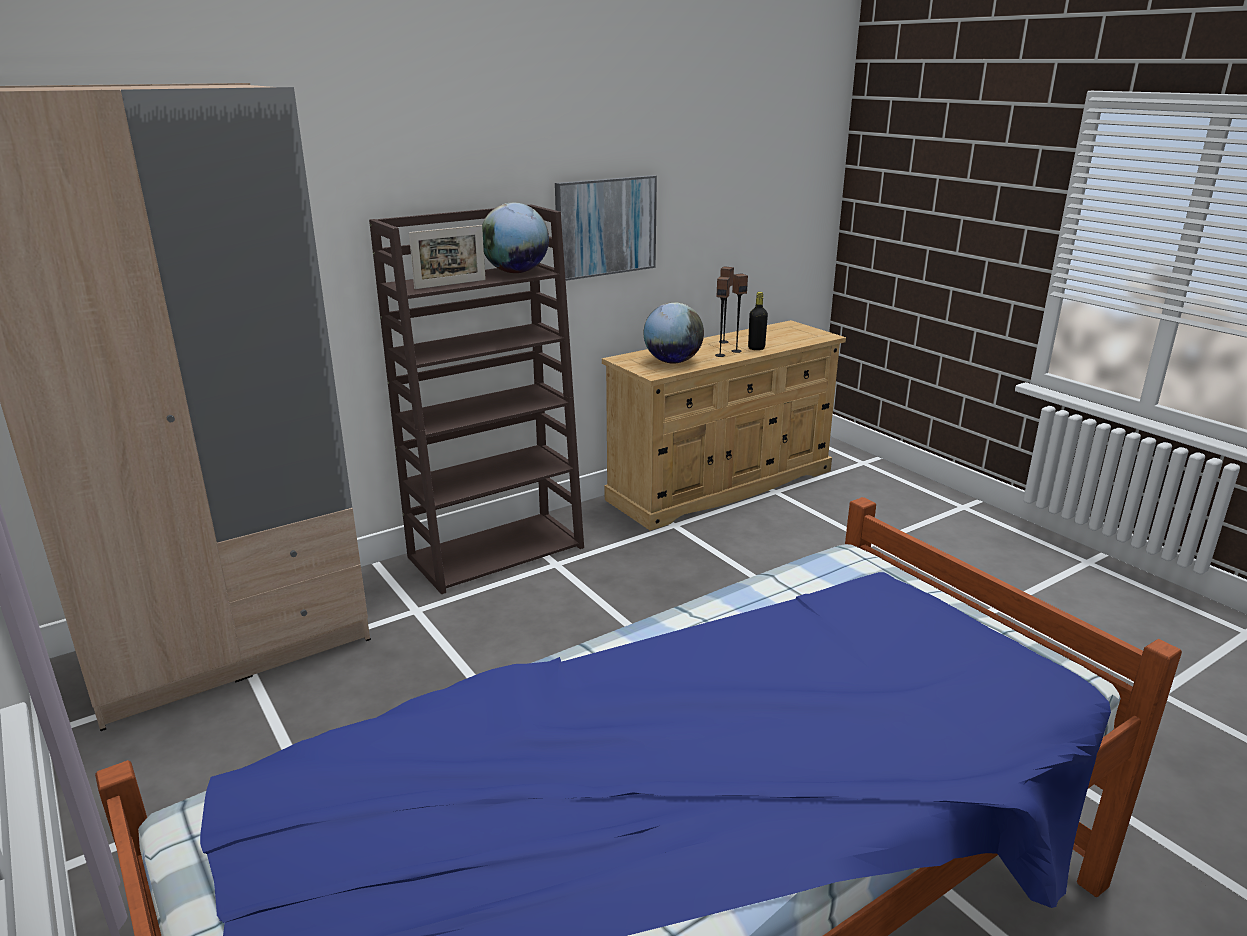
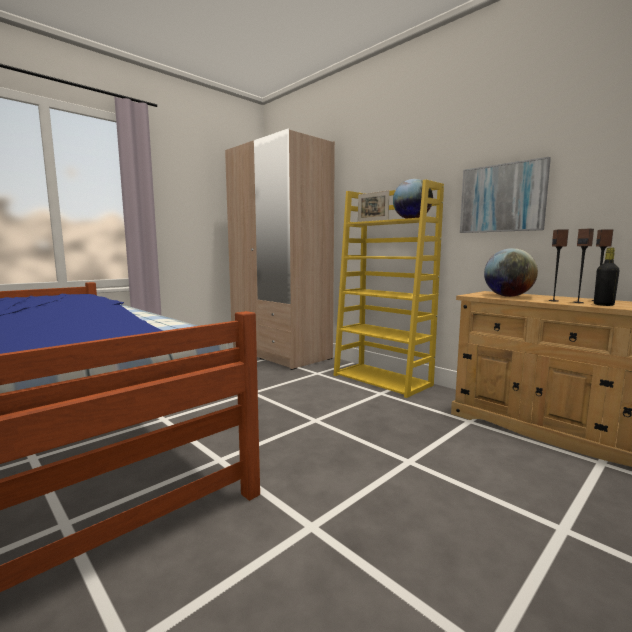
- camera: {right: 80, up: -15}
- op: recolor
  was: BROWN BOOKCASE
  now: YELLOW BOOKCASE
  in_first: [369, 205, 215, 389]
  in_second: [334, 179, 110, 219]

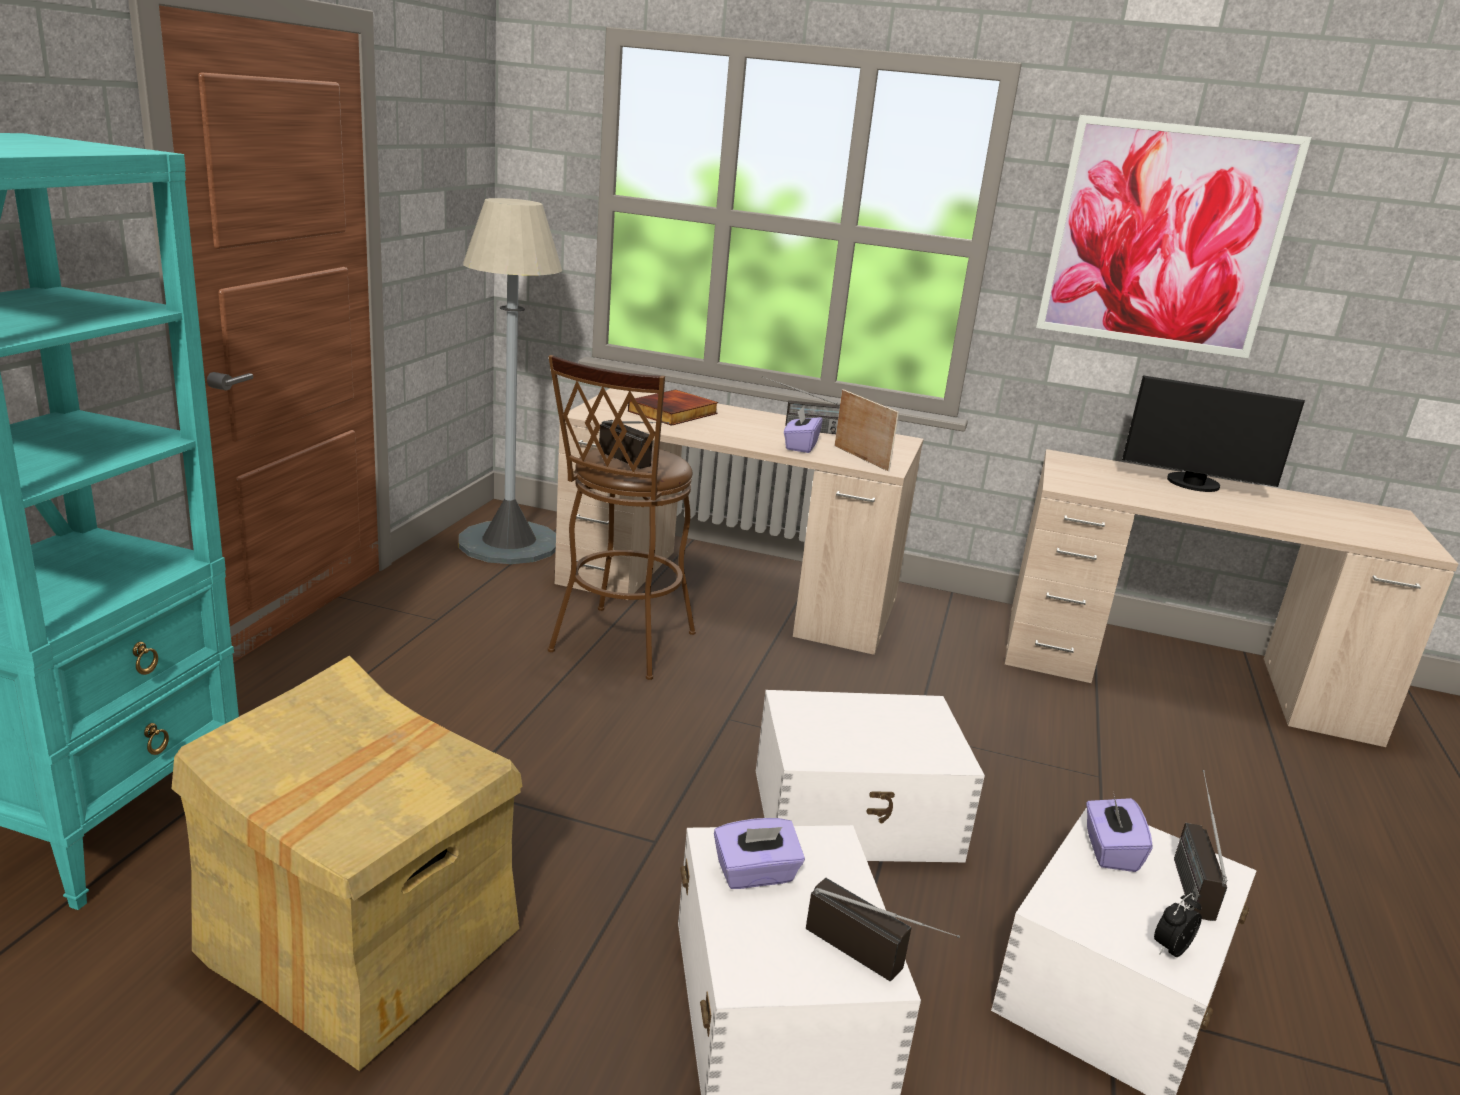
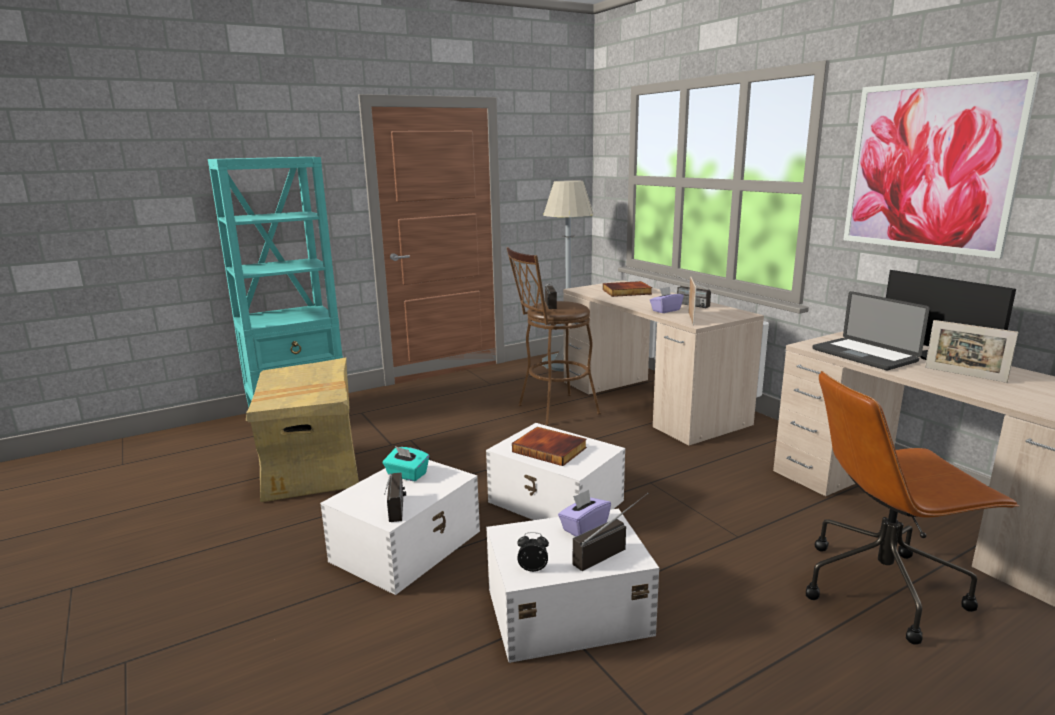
- camera: {right: 45, up: -5}
- op: recolor
  was: PURPLE TISSUE BOX
  now: TURQUOISE TISSUE BOX
  in_first: [714, 818, 91, 71]
  in_second: [383, 446, 46, 35]
- op: insert
  now: BOOK
  in_second: [512, 427, 75, 39]
- op: insert
  now: BROWN OFFICE CHAIR
  in_second: [806, 371, 214, 274]
- op: insert
  now: LAPTOP
  in_second: [813, 291, 117, 79]
- op: insert
  now: PICTURE FRAME
  in_second: [925, 320, 94, 63]

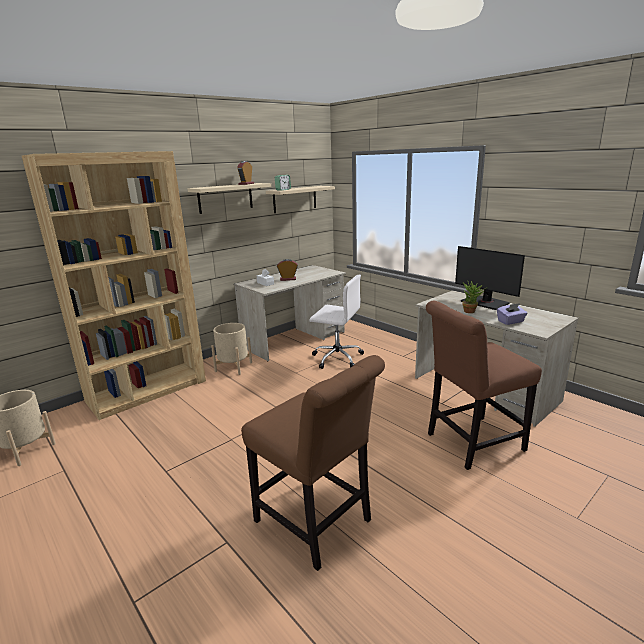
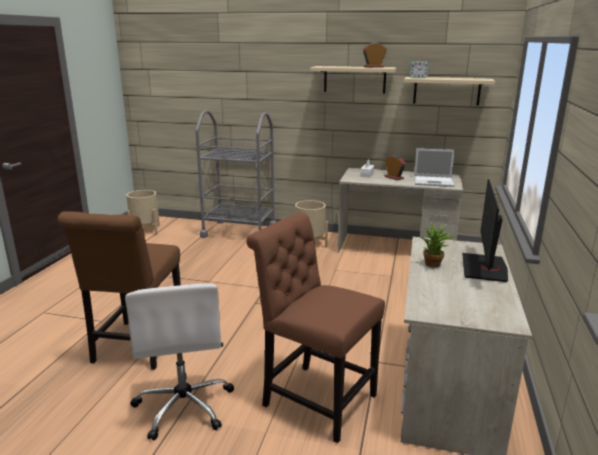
- camera: {right: 55, up: 0}
- op: replace
  was: BROWN BOOKCASE
  now: GREY CART
  in_first: [22, 151, 184, 269]
  in_second: [196, 110, 80, 128]
- op: move
  was: WHITE OFFICE CHAIR
  in_first: [309, 275, 55, 94]
  in_second: [125, 283, 109, 157]
- op: delete
  was: PURPLE TISSUE BOX
  in_first: [497, 303, 31, 22]
- op: insert
  now: LAPTOP
  in_second: [414, 148, 41, 39]

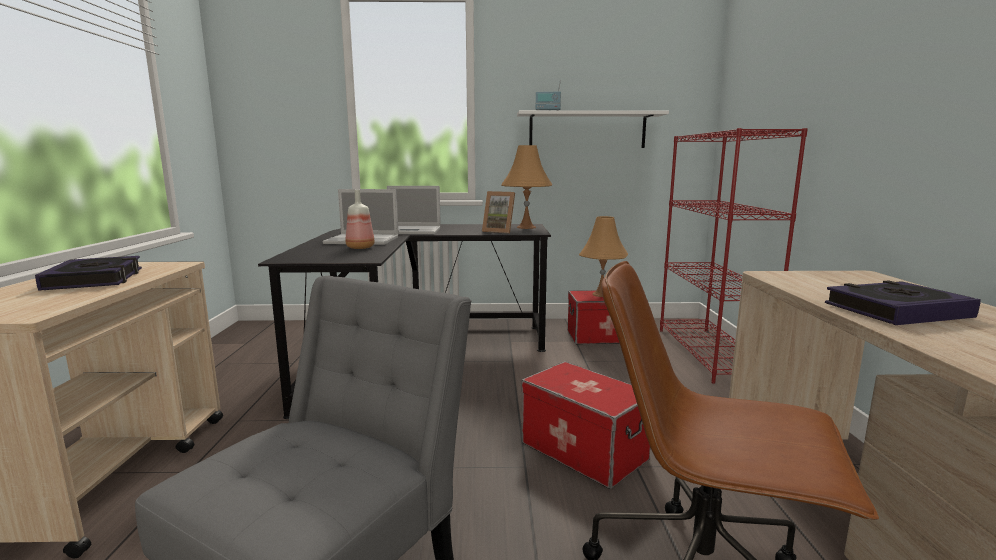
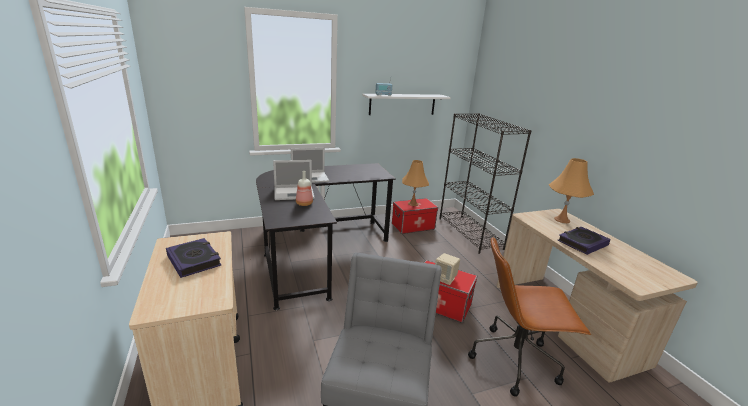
- camera: {right: -20, up: 10}
- op: delete
  was: PICTURE FRAME
  in_first: [482, 191, 33, 43]
- op: move
  was: ORANGE TABLE LAMP
  in_first: [501, 145, 51, 84]
  in_second: [549, 158, 45, 65]
- op: recolor
  was: RED BOOKCASE
  now: BLACK BOOKCASE
  in_first: [660, 128, 148, 256]
  in_second: [440, 113, 92, 141]
- op: insert
  now: BEIGE SPEAKER
  in_second: [435, 253, 25, 32]

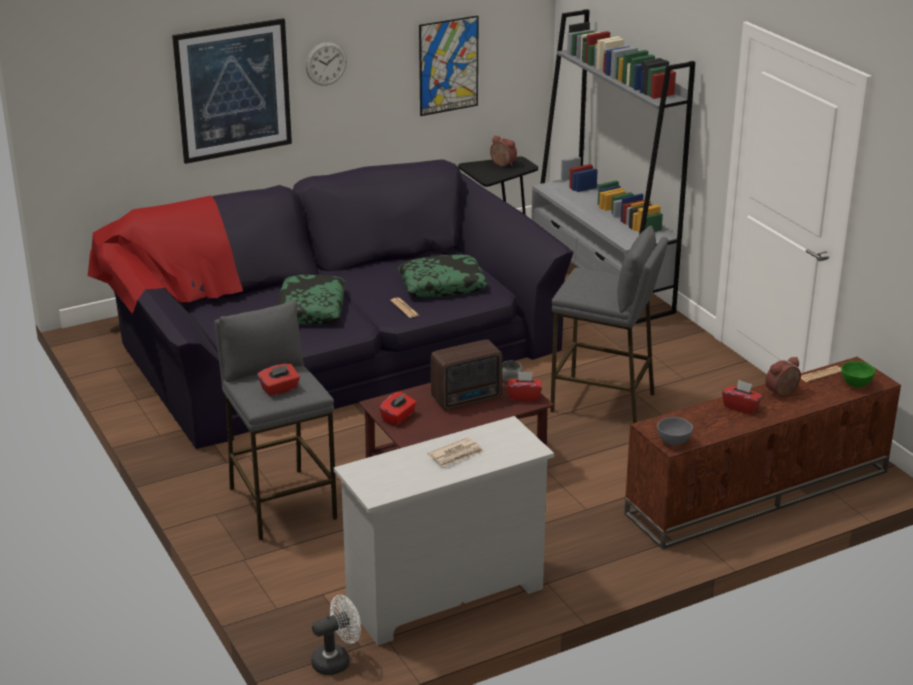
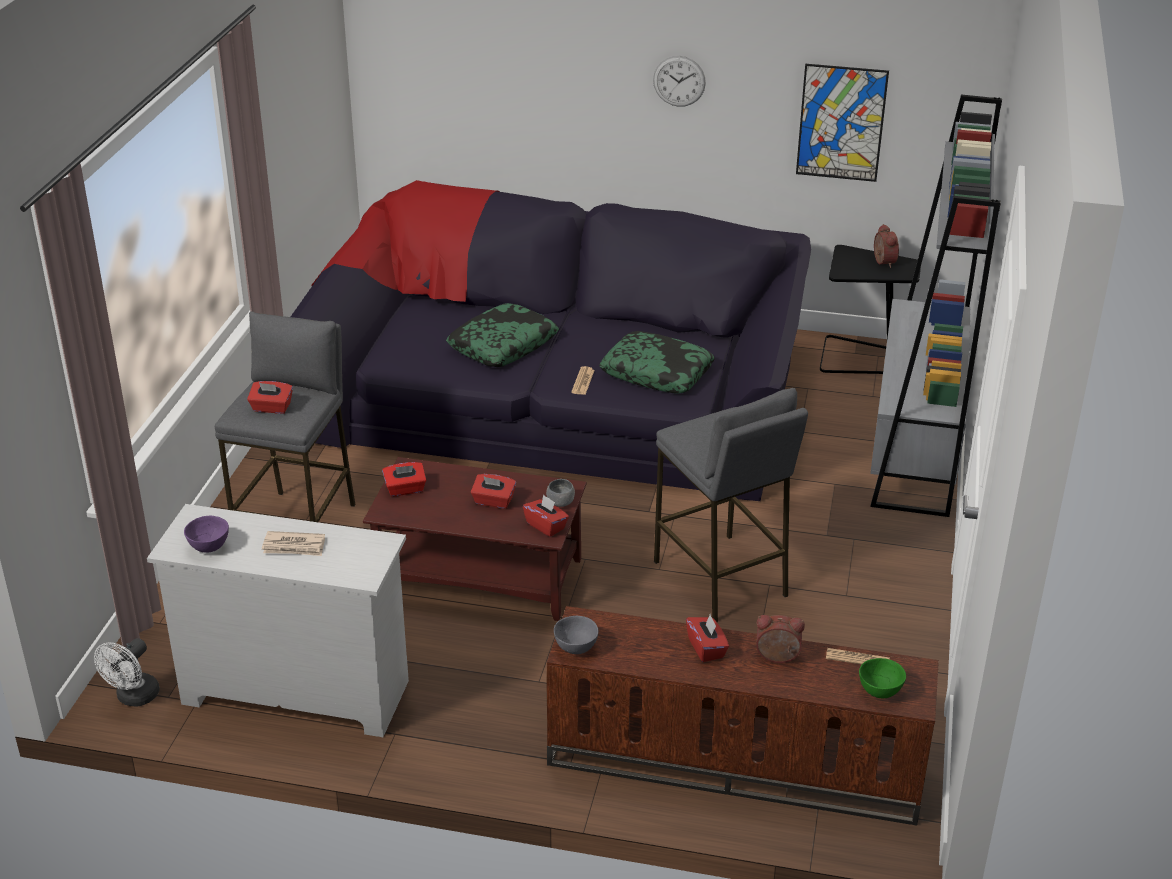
- camera: {right: 40, up: 5}
- op: delete
  was: PICTURE
  in_first: [172, 18, 120, 146]
- op: rotate
  was: WHITE FAN
  in_first: [311, 595, 50, 80]
  in_second: [94, 638, 65, 69]
  clockwise: 105
- op: replace
  was: RADIO
  now: RED TISSUE BOX
  in_first: [431, 339, 71, 71]
  in_second: [471, 474, 45, 35]
- op: insert
  now: PURPLE BOWL
  in_second: [184, 516, 45, 36]

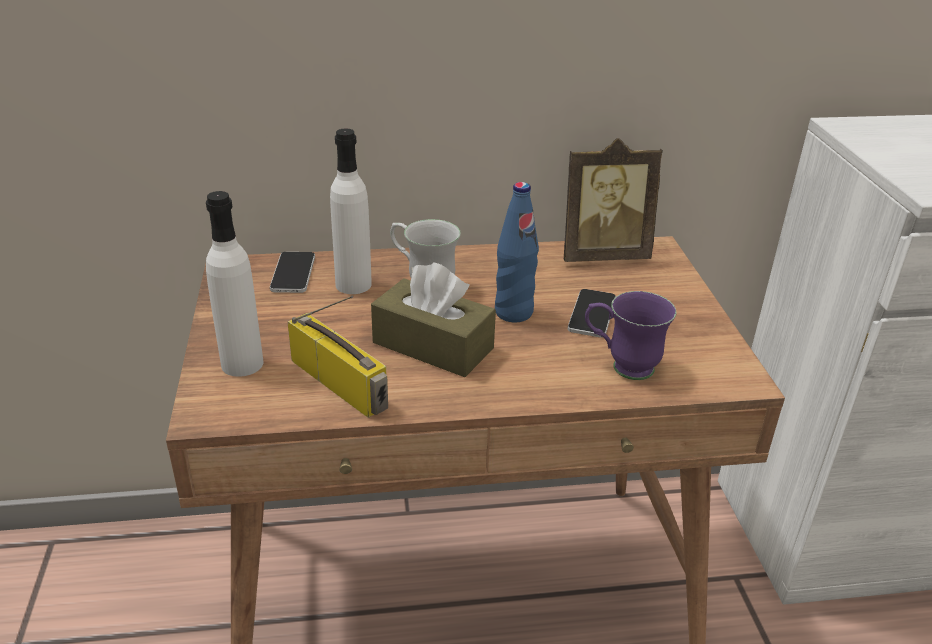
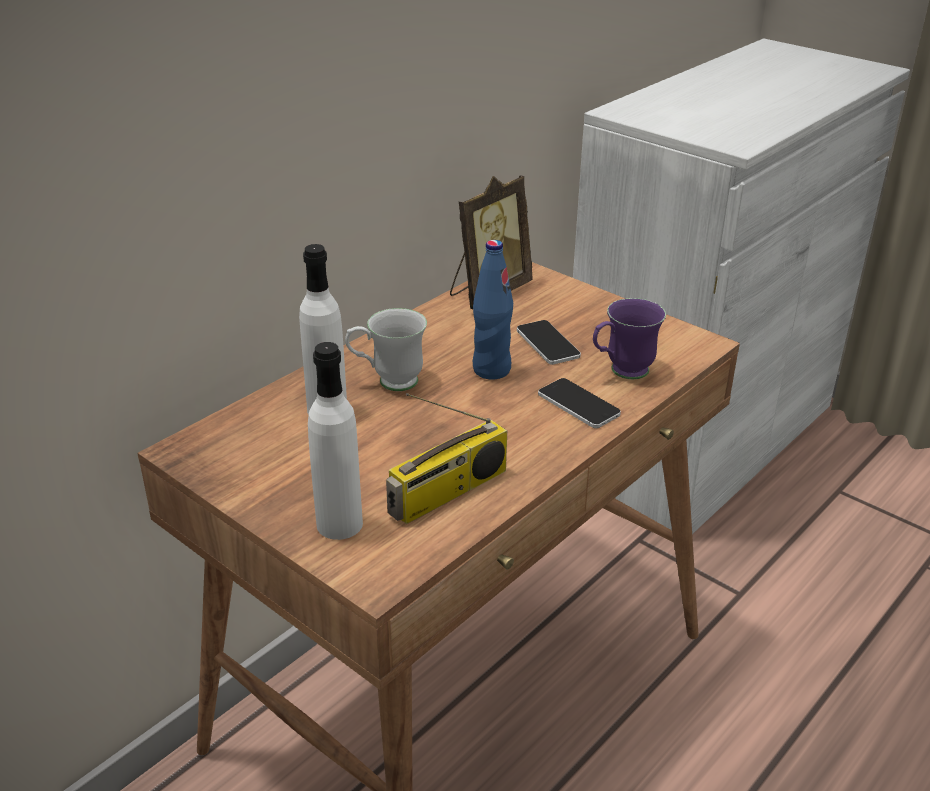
- camera: {right: -40, up: 0}
- op: move
  was: PHONE
  in_first: [270, 252, 45, 41]
  in_second: [538, 378, 83, 50]
- op: rotate
  was: RADIO
  in_first: [288, 296, 100, 122]
  in_second: [386, 393, 121, 131]
  clockwise: 135
- op: delete
  was: BROWN TISSUE BOX
  in_first: [371, 263, 125, 114]

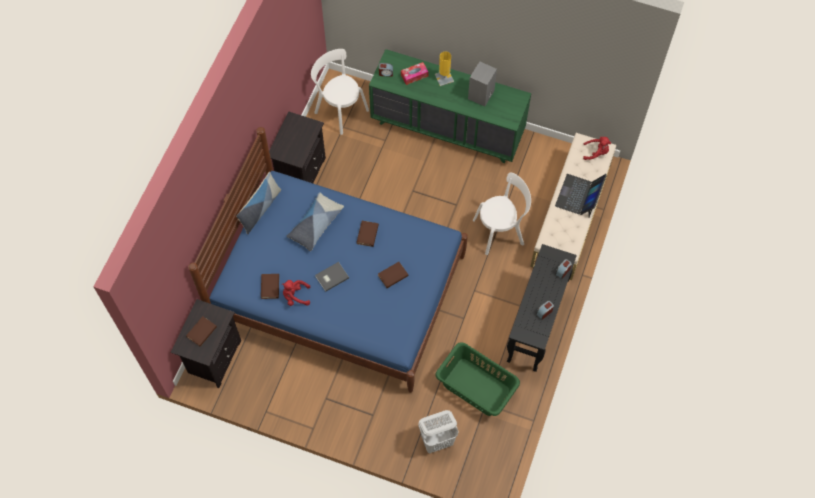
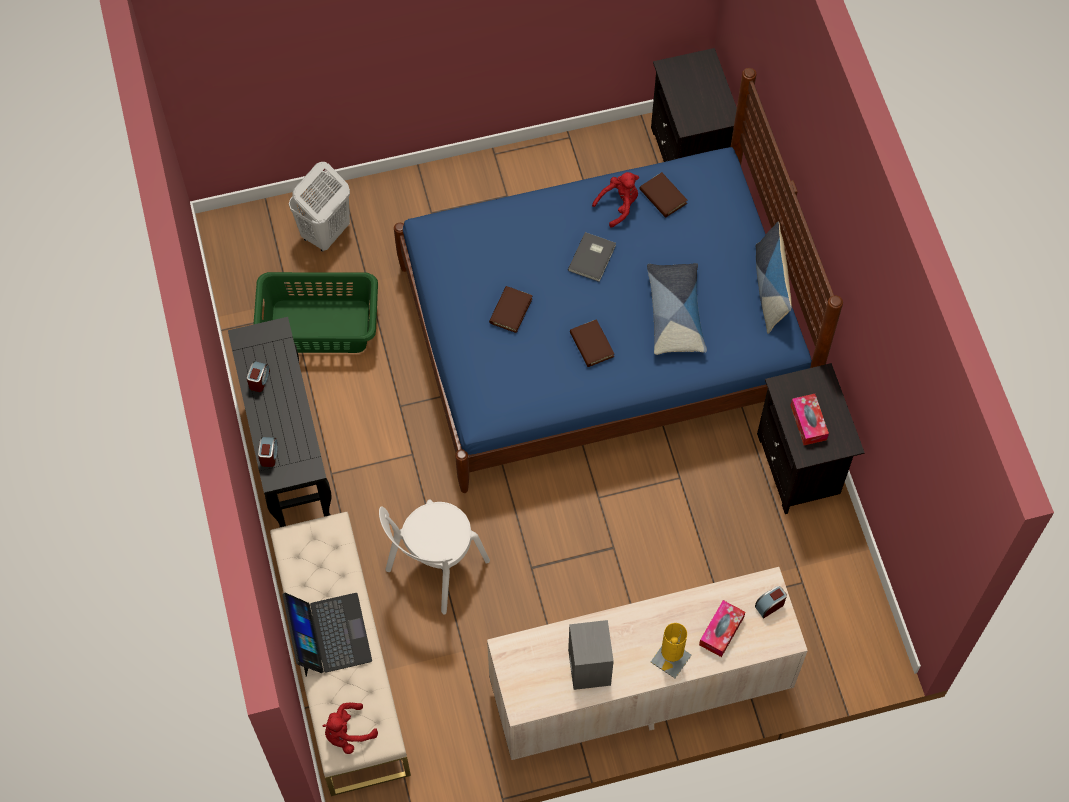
- camera: {right: 145, up: 0}
- op: delete
  was: BROWN BOOK
  in_first: [186, 316, 31, 30]
- op: delete
  was: WHITE CHAIR
  in_first: [311, 49, 58, 86]
- op: recolor
  was: GREEN DRESSER
  now: BEIGE DRESSER
  in_first: [369, 49, 162, 114]
  in_second: [487, 567, 321, 193]
- op: insert
  now: TISSUE BOX
  in_second: [790, 394, 39, 51]

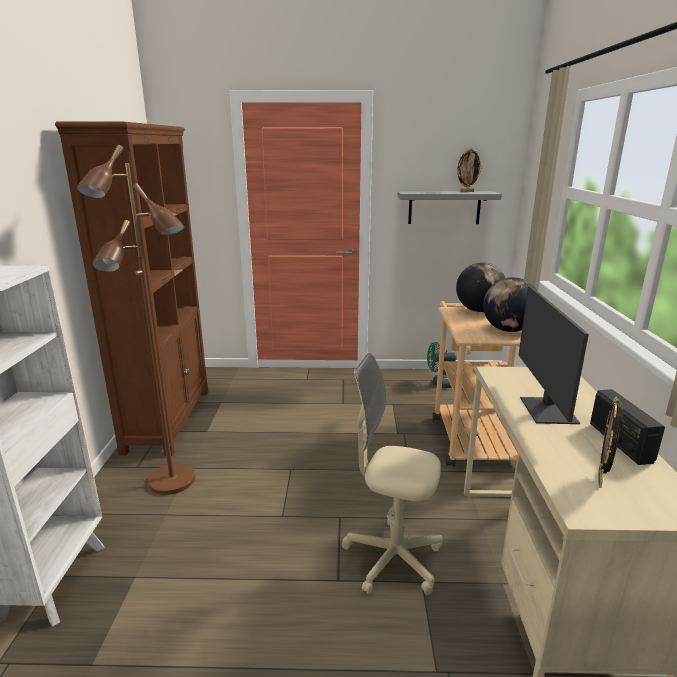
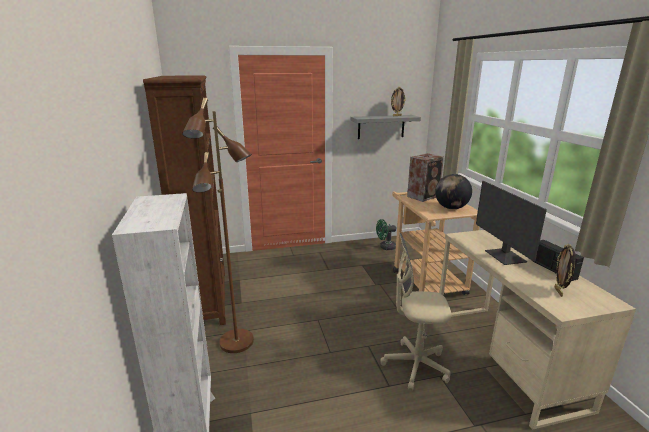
- camera: {right: -15, up: 0}
- op: replace
  was: GLOBE
  now: SPEAKER
  in_first: [456, 262, 49, 50]
  in_second: [407, 153, 37, 49]

